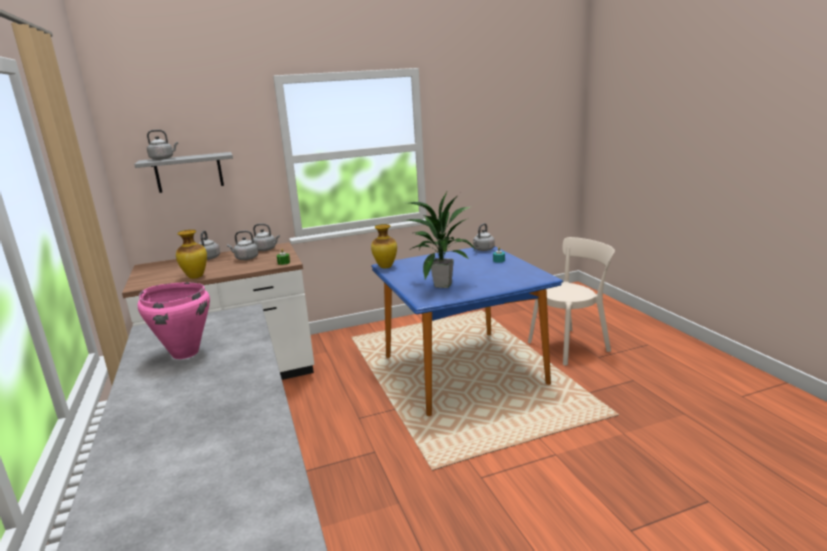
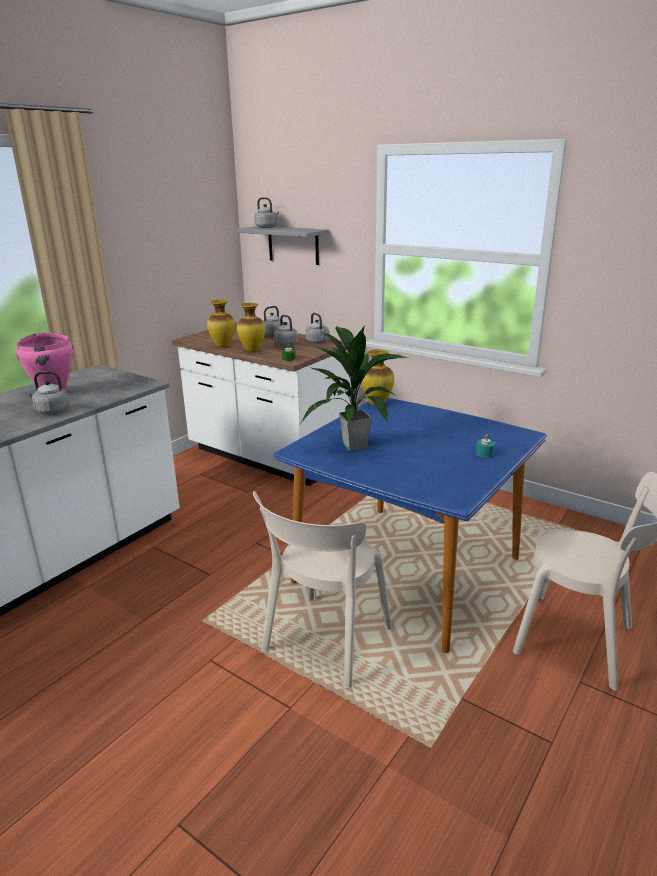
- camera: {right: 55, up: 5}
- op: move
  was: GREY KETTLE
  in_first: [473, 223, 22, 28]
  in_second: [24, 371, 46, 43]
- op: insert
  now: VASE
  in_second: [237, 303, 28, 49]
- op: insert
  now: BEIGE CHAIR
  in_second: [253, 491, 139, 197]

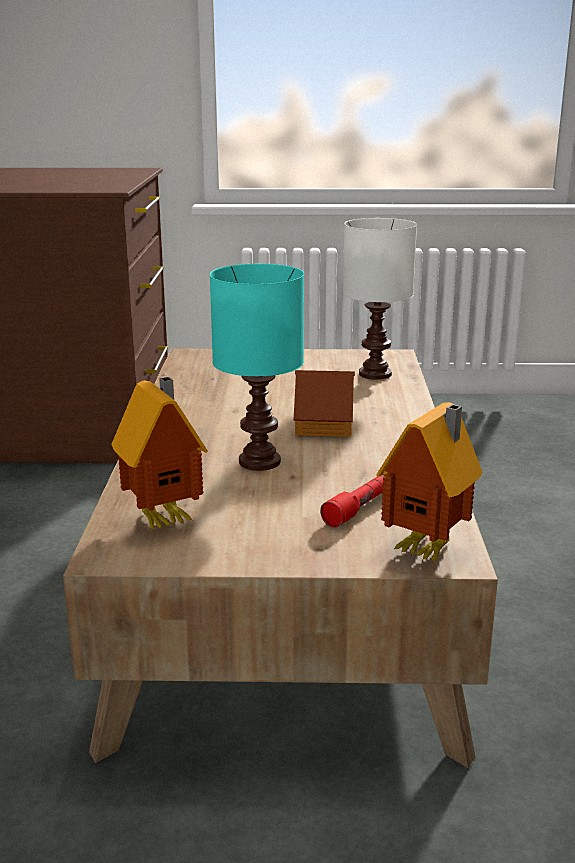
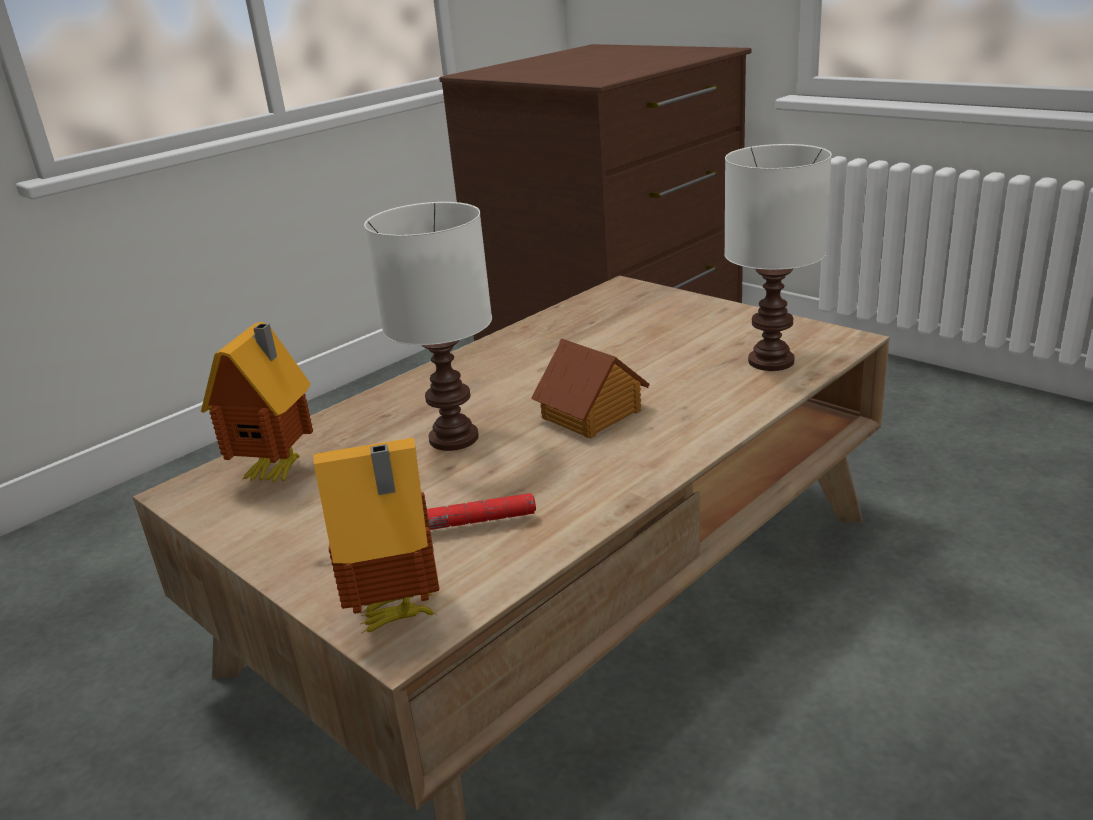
- camera: {right: 45, up: 5}
- op: recolor
  was: TURQUOISE TABLE LAMP
  now: WHITE TABLE LAMP
  in_first: [210, 264, 94, 207]
  in_second: [364, 202, 128, 249]

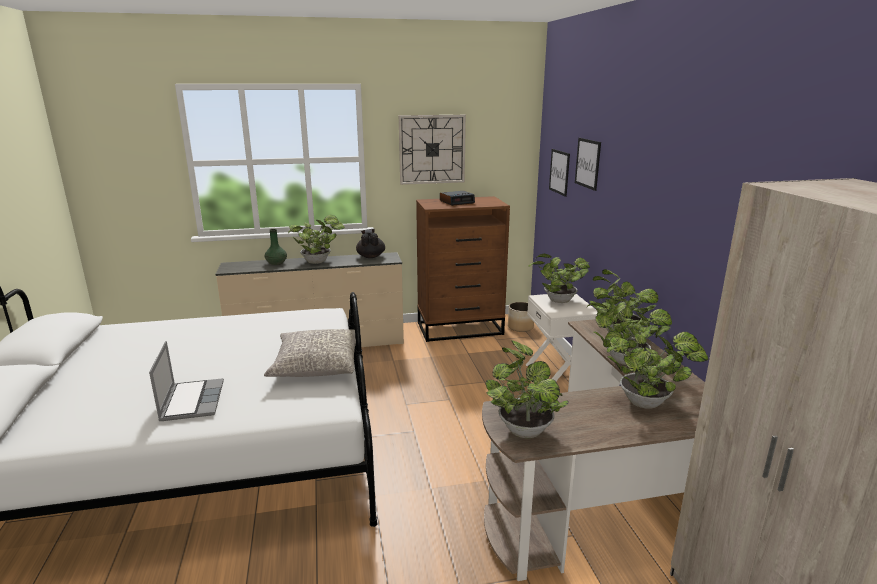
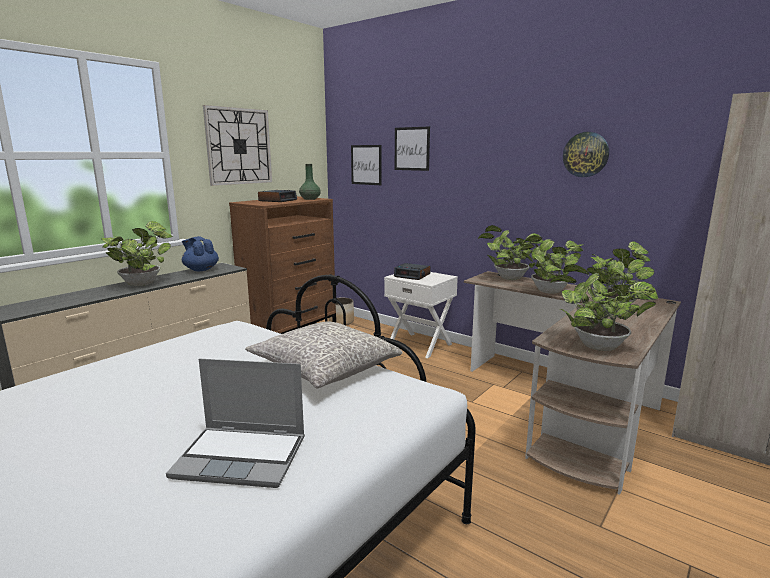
- camera: {right: -40, up: -5}
- op: rotate
  was: LAPTOP
  in_first: [149, 341, 75, 80]
  in_second: [166, 359, 139, 129]
  clockwise: 150
- op: move
  was: GREEN VASE
  in_first: [265, 229, 22, 36]
  in_second: [299, 164, 22, 36]
- op: recolor
  was: BLACK TEAPOT
  now: BLUE TEAPOT
  in_first: [356, 229, 29, 29]
  in_second: [182, 236, 37, 35]
- op: replace
  was: POTTED PLANT
  now: ALARM CLOCK
  in_first: [529, 254, 61, 49]
  in_second: [394, 263, 37, 17]
- op: insert
  now: WALL CLOCK
  in_second: [563, 132, 46, 45]

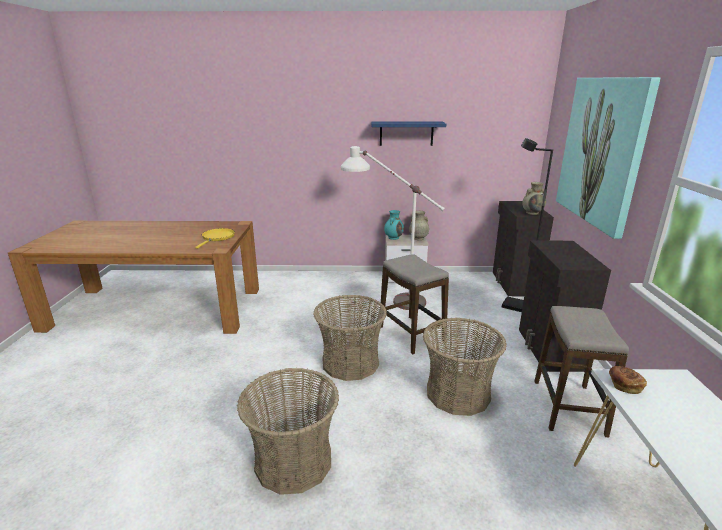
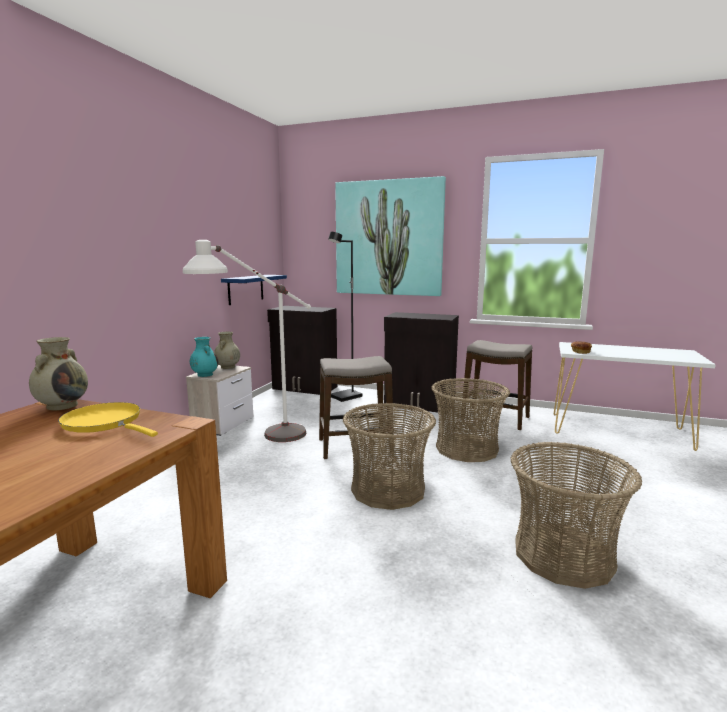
- camera: {right: -70, up: -10}
- op: move
  was: BLUE SHELF
  in_first: [371, 122, 75, 24]
  in_second: [221, 275, 66, 30]
- op: move
  was: BEIGE VASE
  in_first: [522, 182, 24, 33]
  in_second: [29, 337, 59, 74]

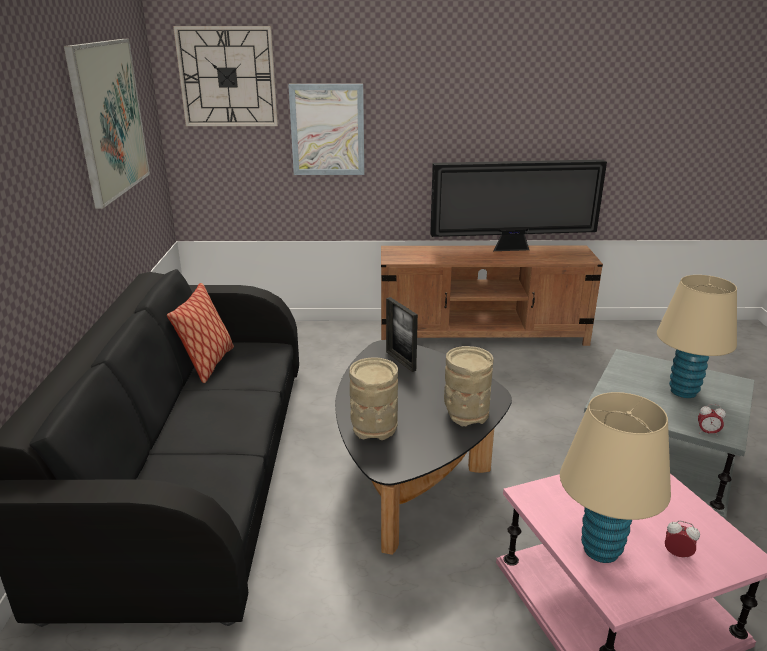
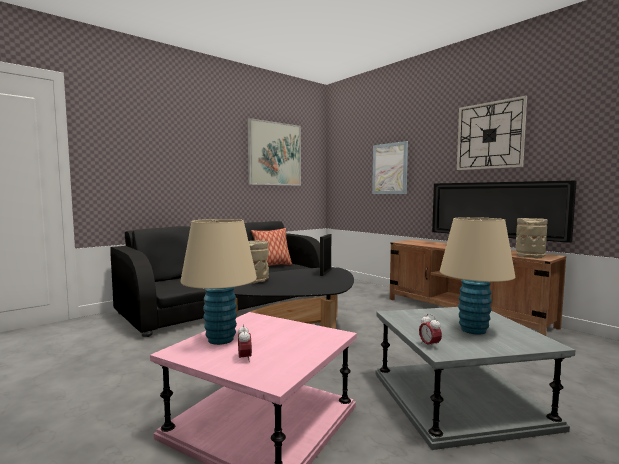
- camera: {right: 50, up: -20}
- op: move
  was: WALL CLOCK
  in_first: [173, 26, 105, 100]
  in_second: [457, 96, 70, 74]
- op: move
  was: BEIGE VASE
  in_first: [444, 346, 49, 81]
  in_second: [516, 218, 32, 40]

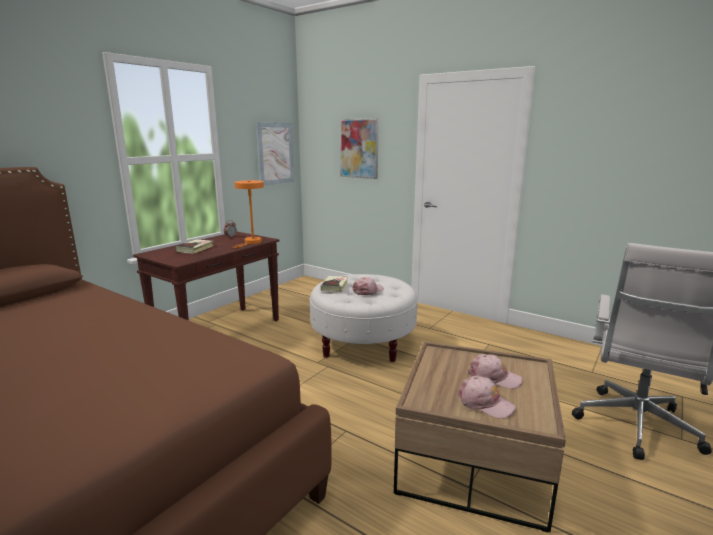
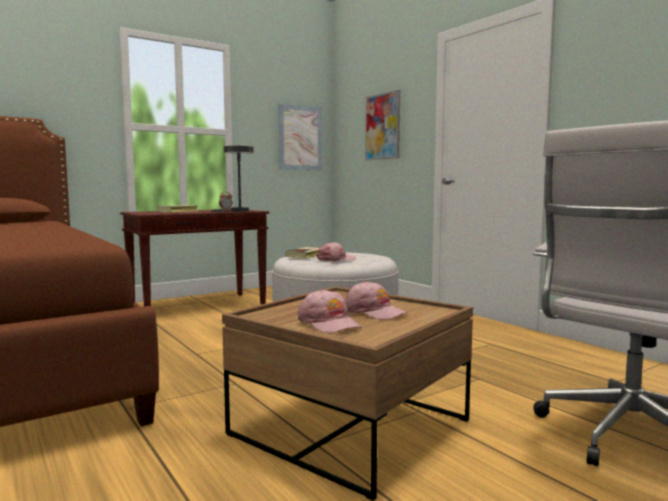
- camera: {right: 20, up: -10}
- op: recolor
  was: ORANGE TABLE LAMP
  now: GREY TABLE LAMP
  in_first: [232, 180, 32, 68]
  in_second: [211, 146, 43, 66]

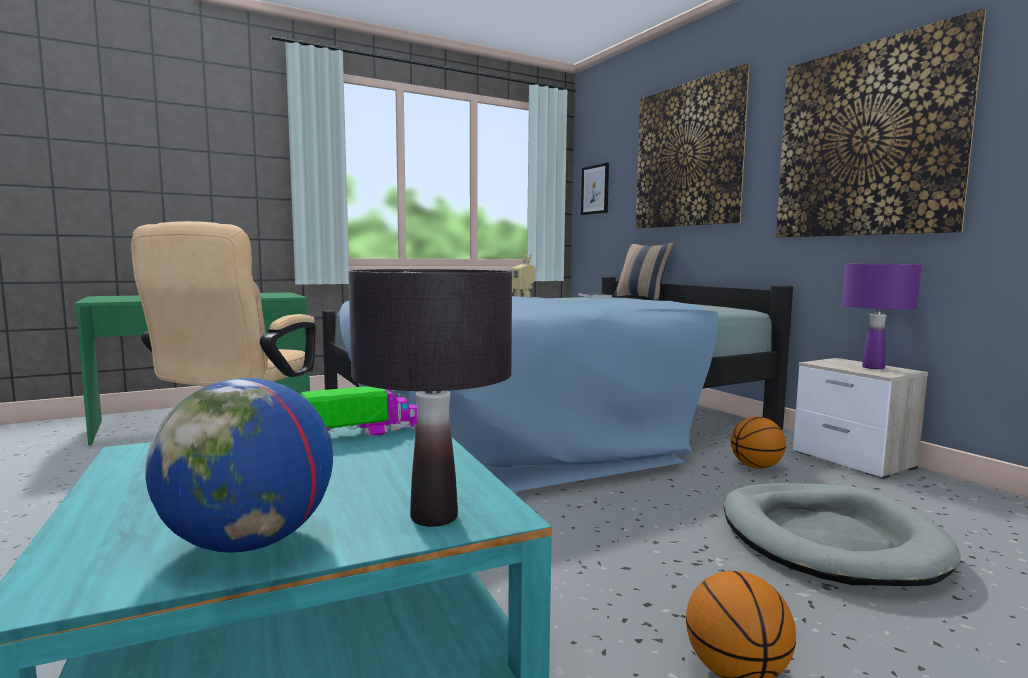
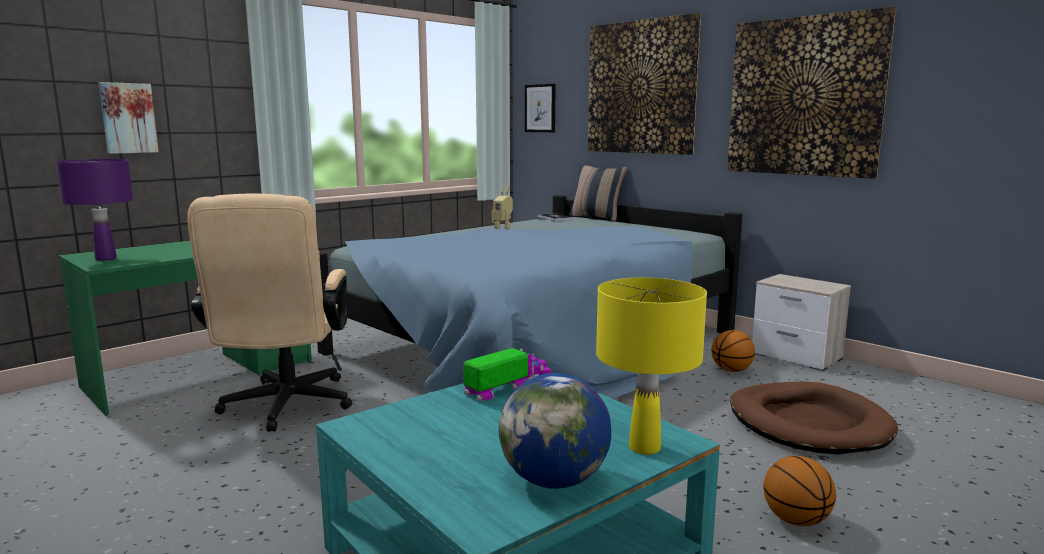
- camera: {right: -15, up: 5}
- op: recolor
  was: BLACK TABLE LAMP
  now: YELLOW TABLE LAMP
  in_first: [348, 269, 164, 258]
  in_second: [596, 278, 111, 177]
- op: recolor
  was: GREY DOG BED
  now: BROWN DOG BED
  in_first: [724, 483, 237, 103]
  in_second: [730, 382, 168, 73]
- op: move
  was: PURPLE TABLE LAMP
  in_first: [842, 264, 80, 105]
  in_second: [55, 159, 78, 102]
- op: insert
  now: PICTURE
  in_second: [98, 82, 61, 72]

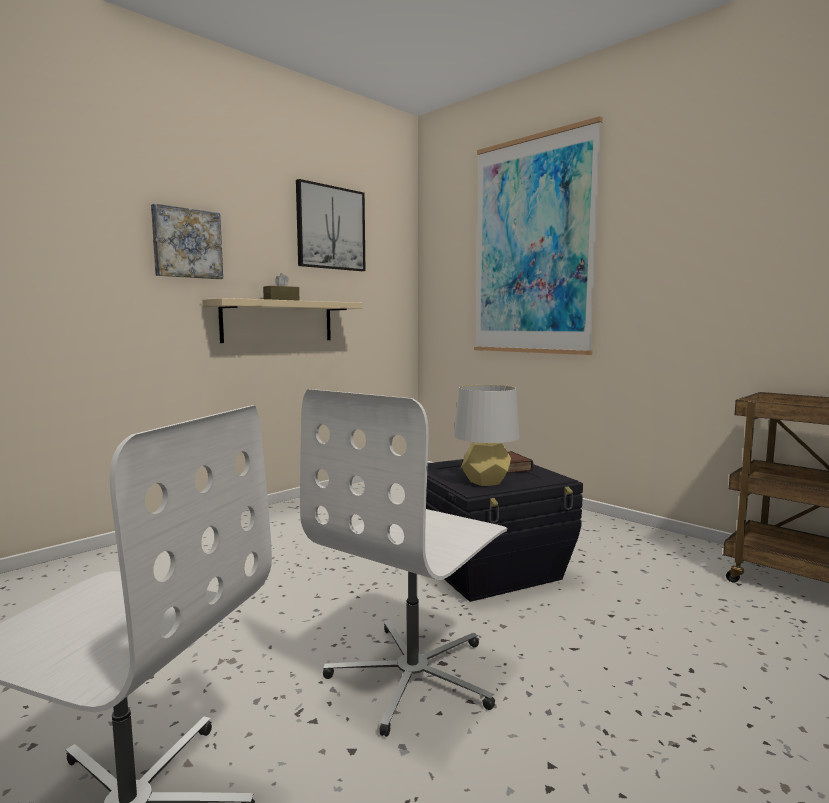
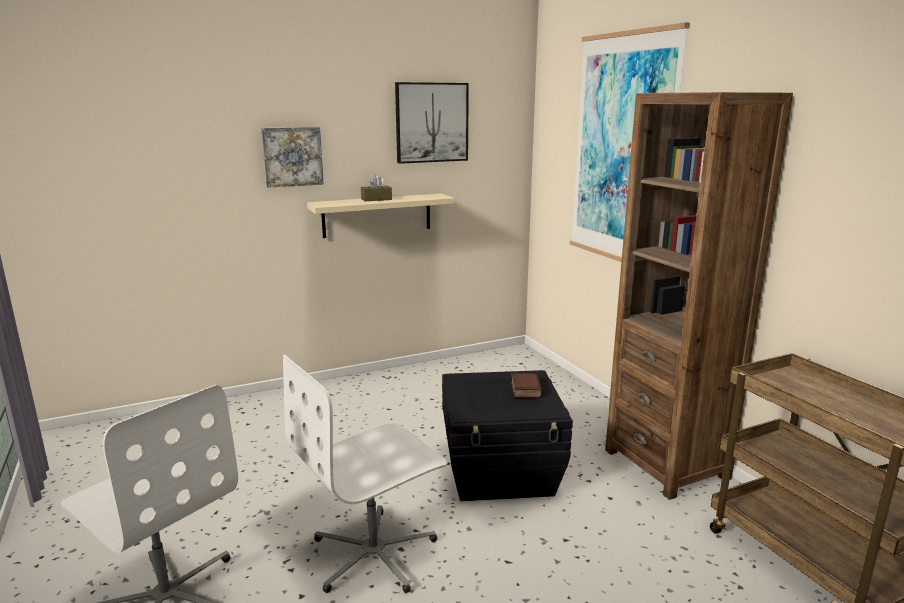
- camera: {right: 20, up: 10}
- op: delete
  was: GREY TABLE LAMP
  in_first: [454, 385, 66, 101]
- op: insert
  now: BROWN BOOKCASE
  in_second: [605, 92, 188, 408]

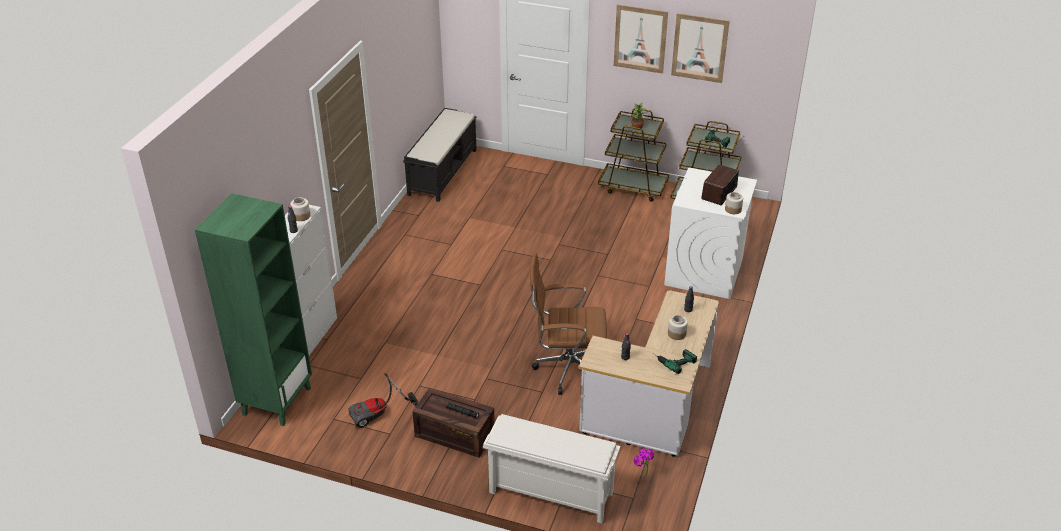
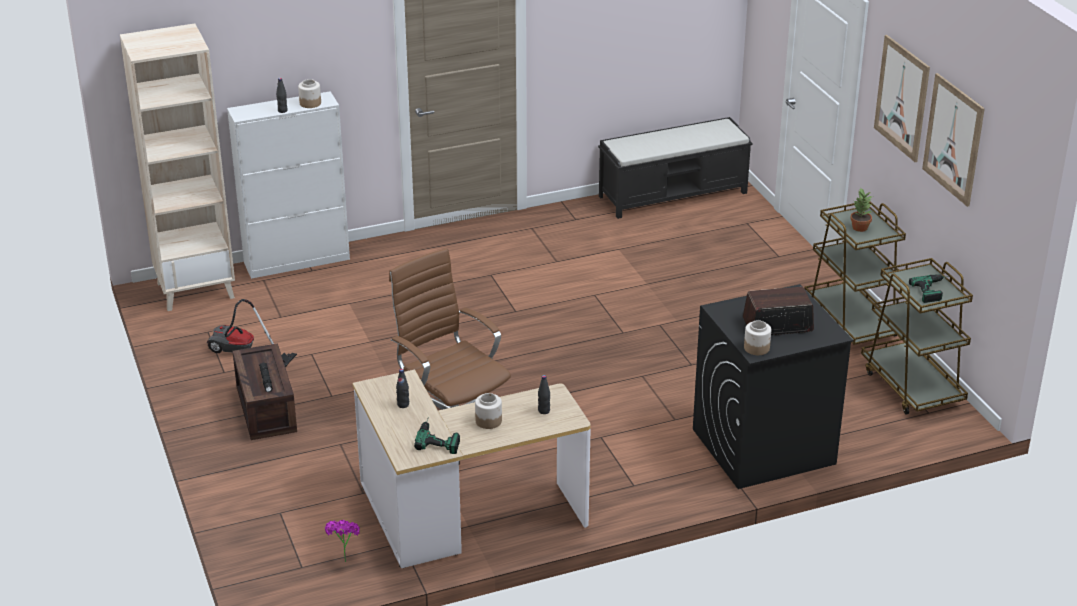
- camera: {right: 50, up: -5}
- op: recolor
  was: GREEN BOOKCASE
  now: BEIGE BOOKCASE
  in_first: [195, 193, 117, 233]
  in_second: [120, 23, 115, 288]
- op: delete
  was: WHITE SHOE RACK
  in_first: [483, 414, 137, 109]
- op: recolor
  was: WHITE WASHING MACHINE
  now: BLACK WASHING MACHINE
  in_first: [664, 168, 93, 131]
  in_second: [693, 284, 160, 205]

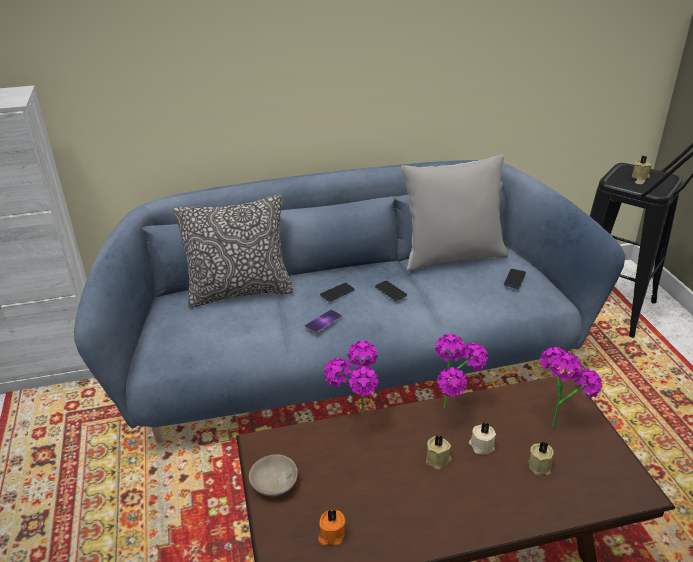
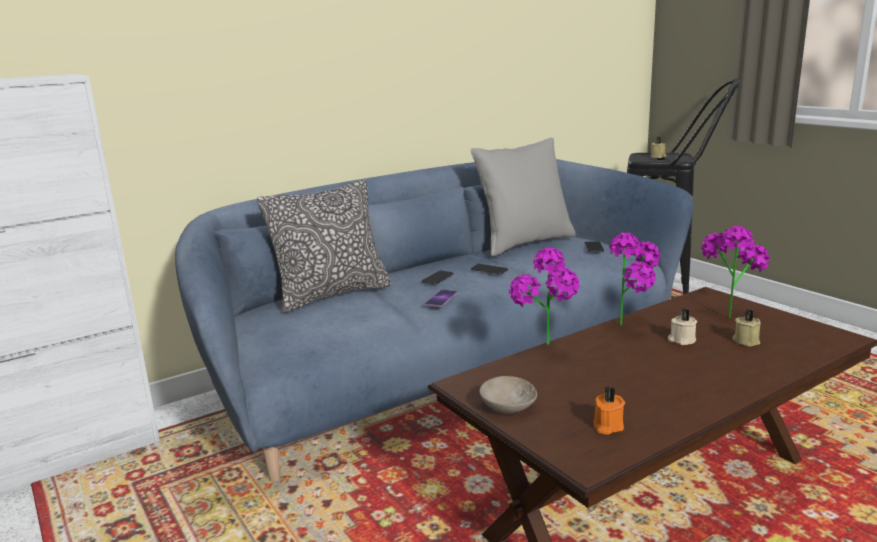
- camera: {right: -20, up: -15}
- op: delete
  was: BEIGE CANDLE
  in_first: [426, 435, 26, 35]

